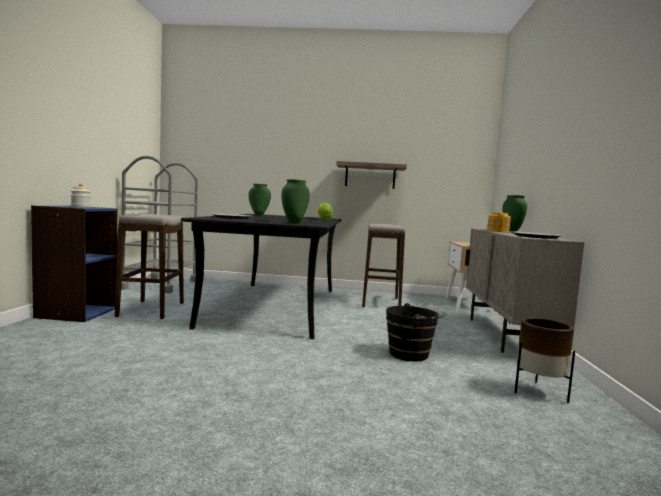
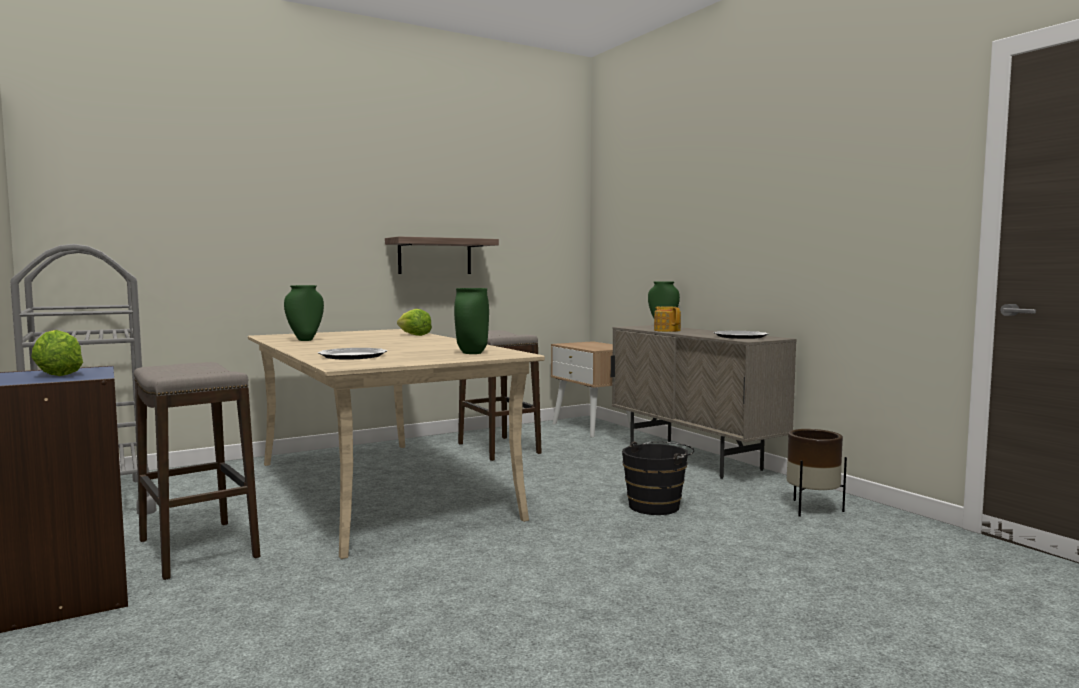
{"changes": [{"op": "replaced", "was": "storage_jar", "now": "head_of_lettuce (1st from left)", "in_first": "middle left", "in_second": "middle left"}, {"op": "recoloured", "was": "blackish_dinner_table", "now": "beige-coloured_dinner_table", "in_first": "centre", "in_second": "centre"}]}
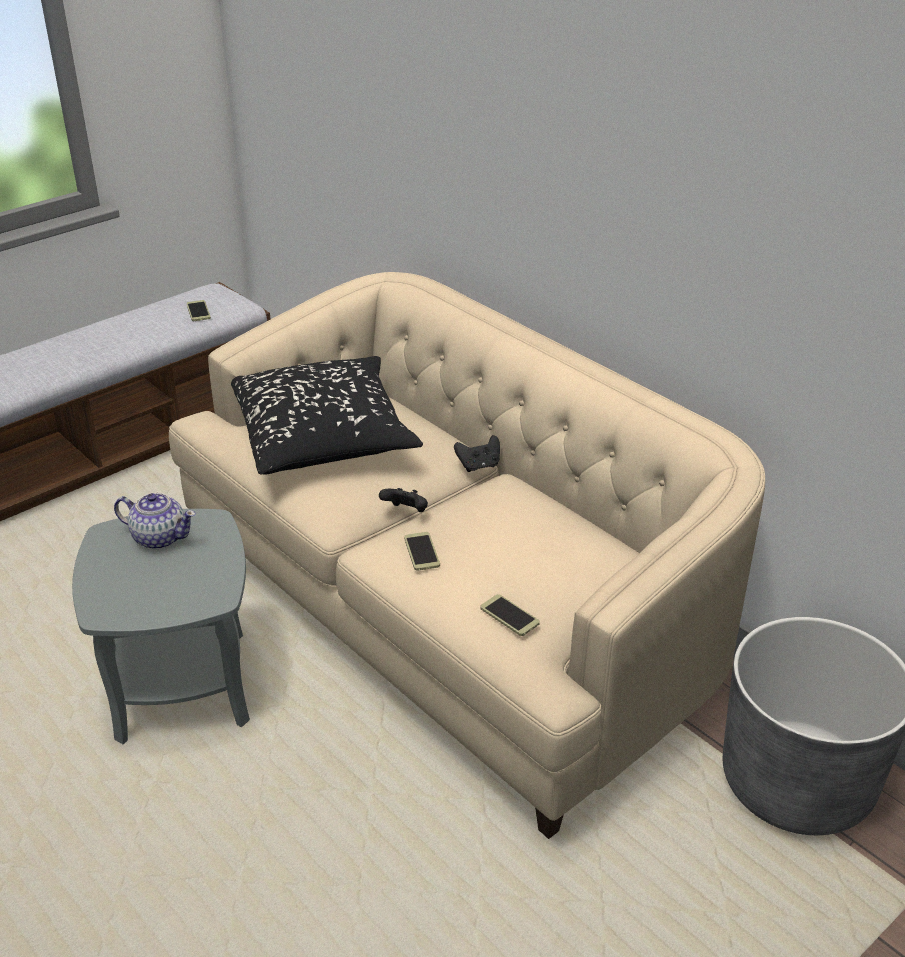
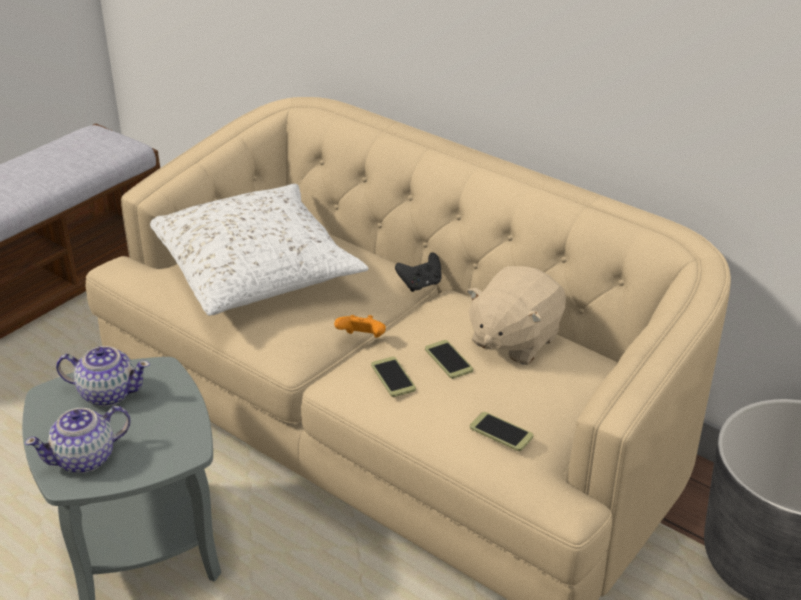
{"changes": [{"op": "added", "now": "teapot (1st from left)", "in_second": "bottom left"}, {"op": "added", "now": "beige-coloured_plush_toy", "in_second": "centre"}, {"op": "moved", "was": "handset (1st from left in the first image)", "now": "handset (2nd from left)", "in_first": "top left", "in_second": "centre"}, {"op": "recoloured", "was": "blackish_cushion", "now": "whitish_cushion", "in_first": "centre", "in_second": "middle left"}, {"op": "recoloured", "was": "blackish_game_controller (1st from left)", "now": "orange_game_controller", "in_first": "centre", "in_second": "centre"}]}
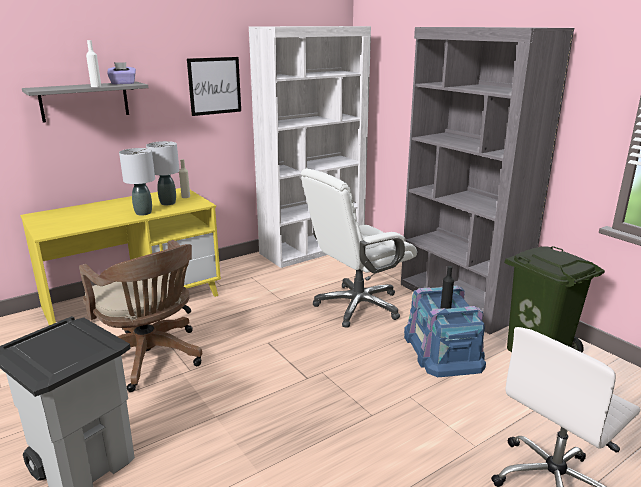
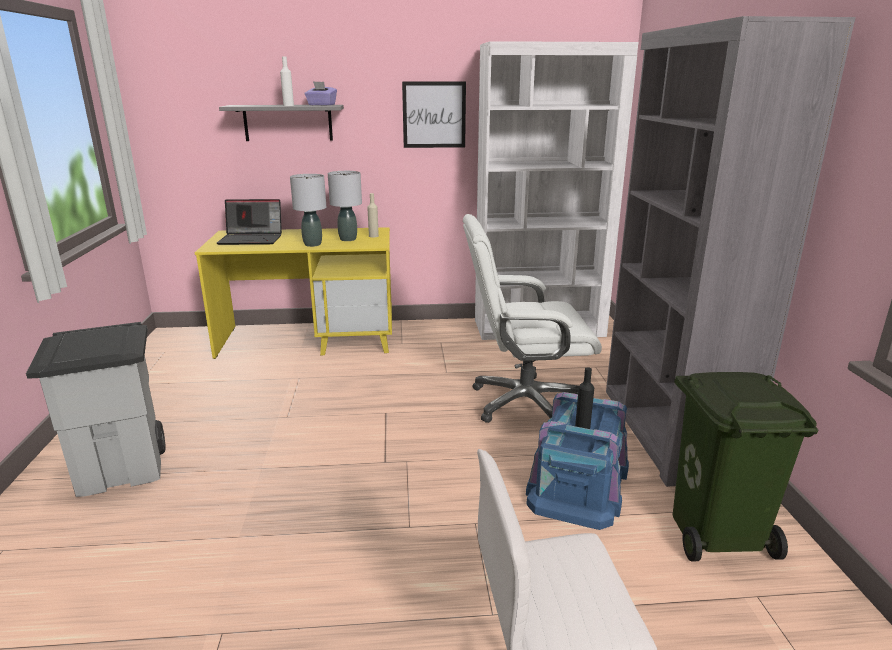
{"changes": [{"op": "removed", "was": "brown_desk_chair", "in_first": "middle left"}, {"op": "added", "now": "laptop", "in_second": "middle left"}]}
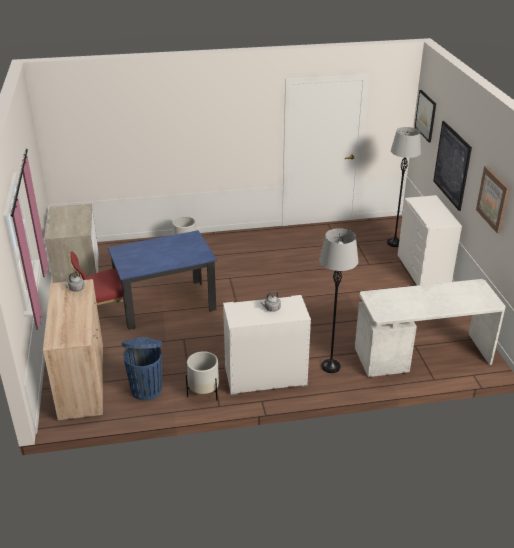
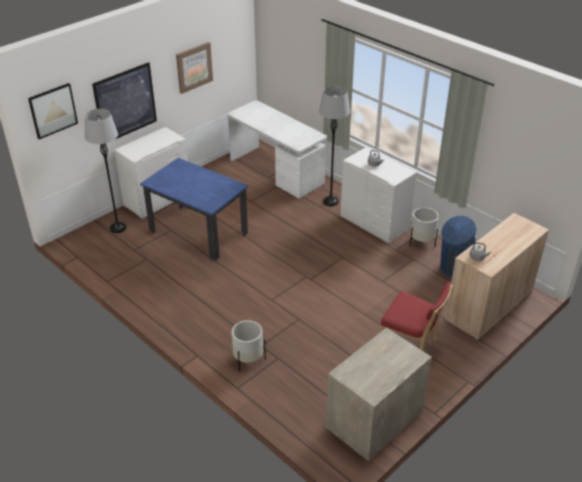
{"changes": [{"op": "moved", "was": "blue_dinner_table", "in_first": "middle left", "in_second": "centre"}]}
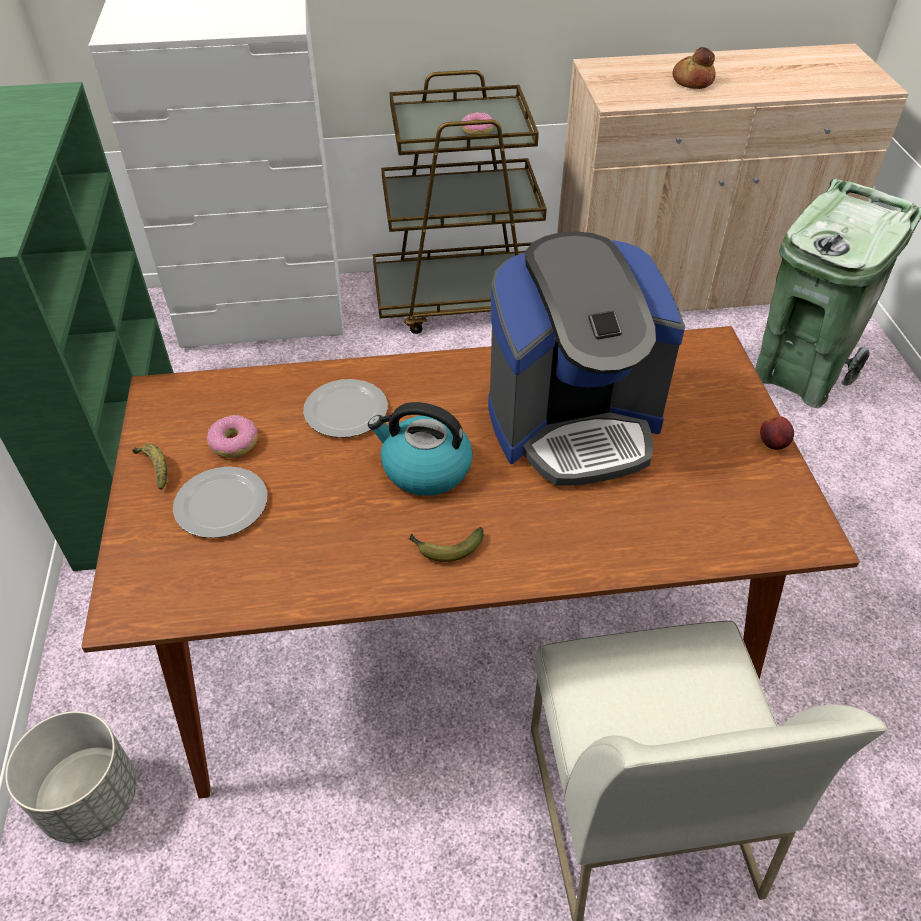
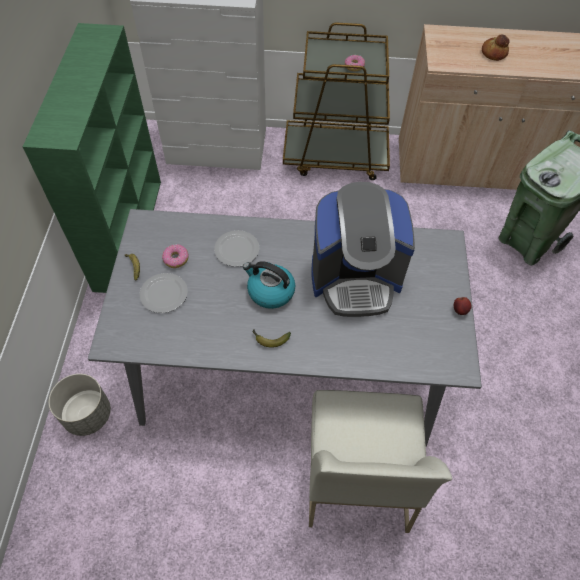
{"changes": [{"op": "recoloured", "was": "brown_dinner_table", "now": "gray_dinner_table", "in_first": "centre", "in_second": "centre"}]}
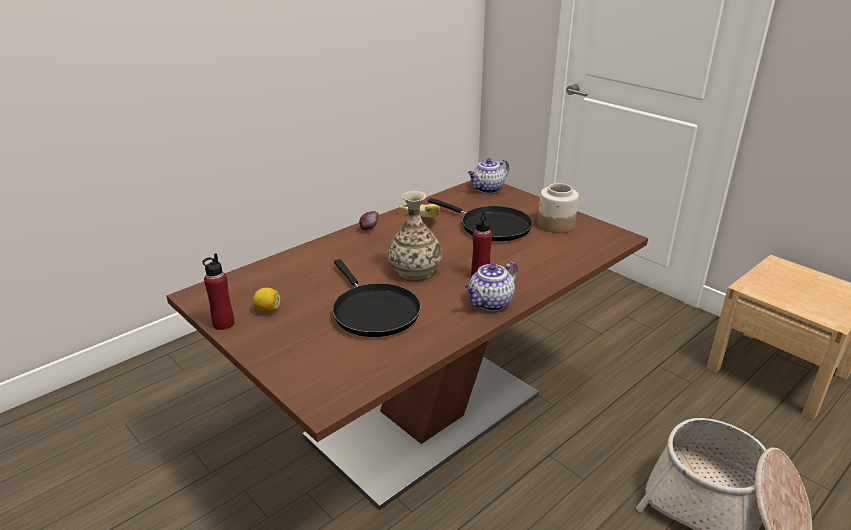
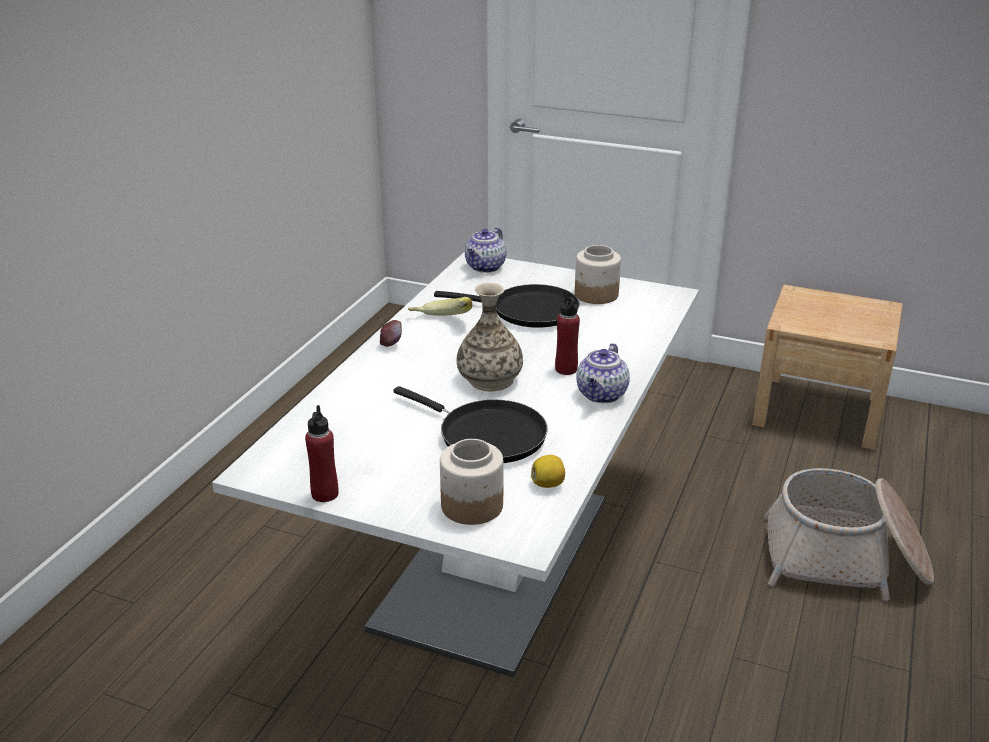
{"changes": [{"op": "added", "now": "storage_jar (1st from left)", "in_second": "centre"}, {"op": "moved", "was": "citrus_fruit", "in_first": "middle left", "in_second": "centre"}, {"op": "recoloured", "was": "brown_dinner_table", "now": "whitish_dinner_table", "in_first": "centre", "in_second": "centre"}]}
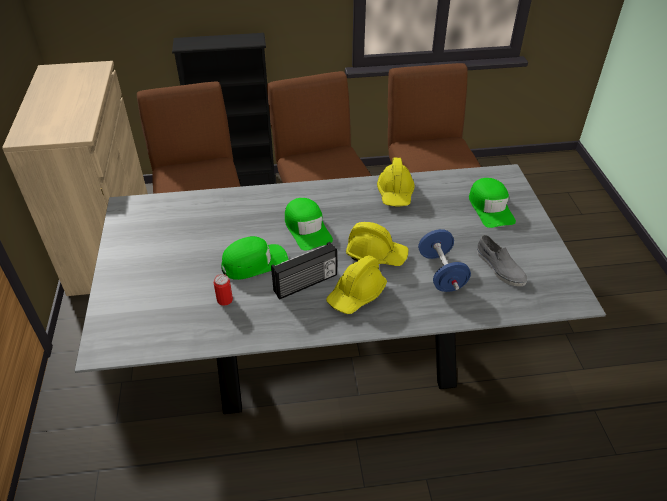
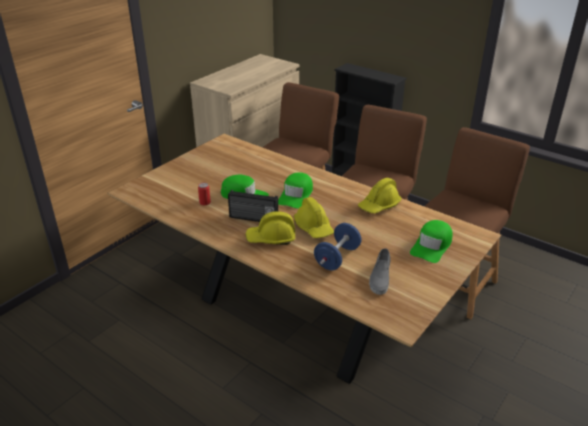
{"changes": [{"op": "recoloured", "was": "gray_dinner_table", "now": "brown_dinner_table", "in_first": "centre", "in_second": "centre"}]}
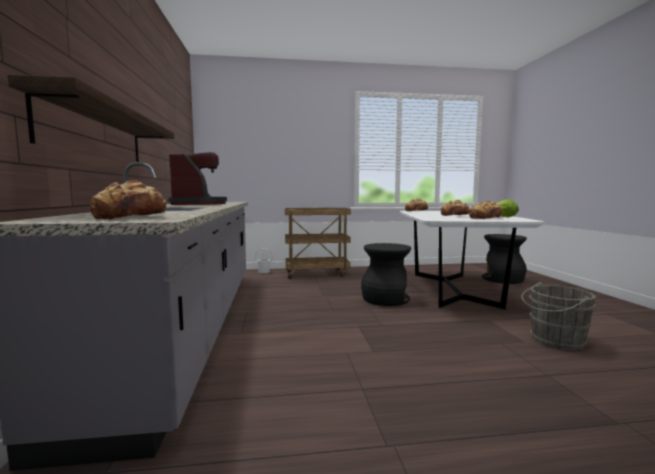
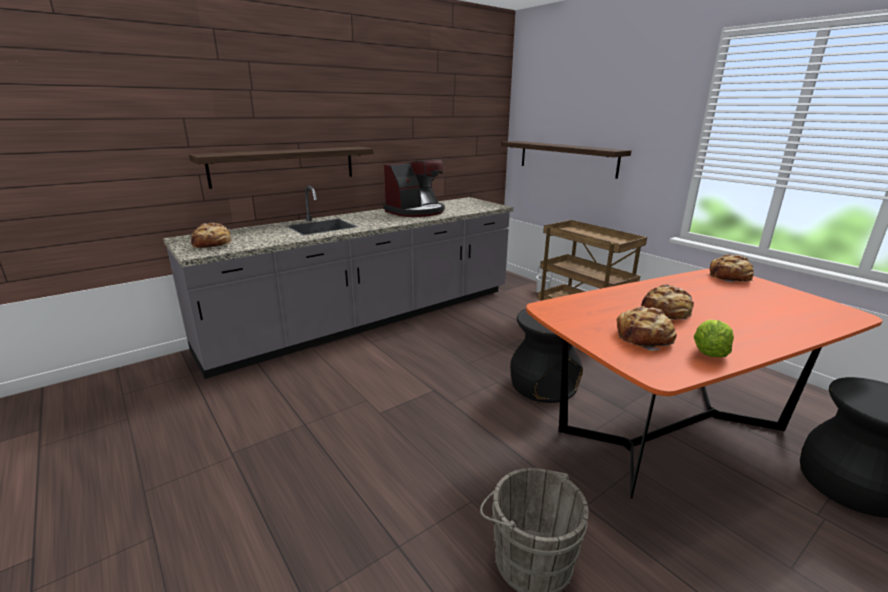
{"changes": [{"op": "added", "now": "wall_shelf (2nd from left)", "in_second": "top centre"}, {"op": "recoloured", "was": "whitish_dinner_table", "now": "orange_dinner_table", "in_first": "middle right", "in_second": "middle right"}]}
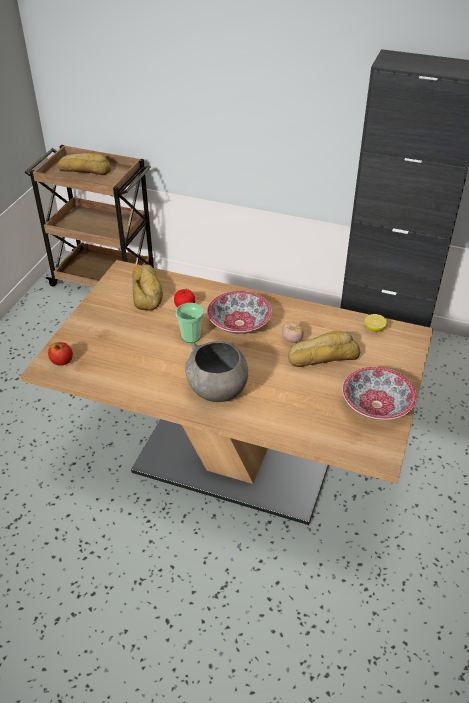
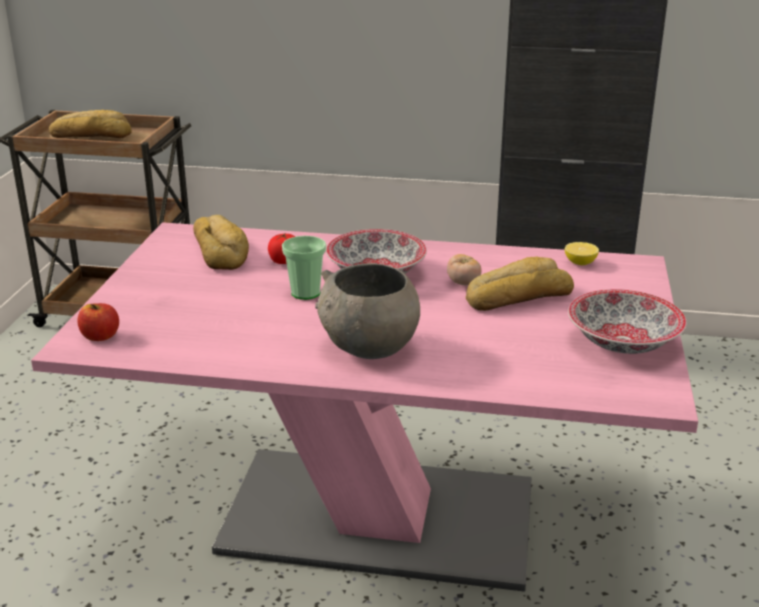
{"changes": [{"op": "recoloured", "was": "brown_dinner_table", "now": "pinkish_dinner_table", "in_first": "centre", "in_second": "bottom centre"}]}
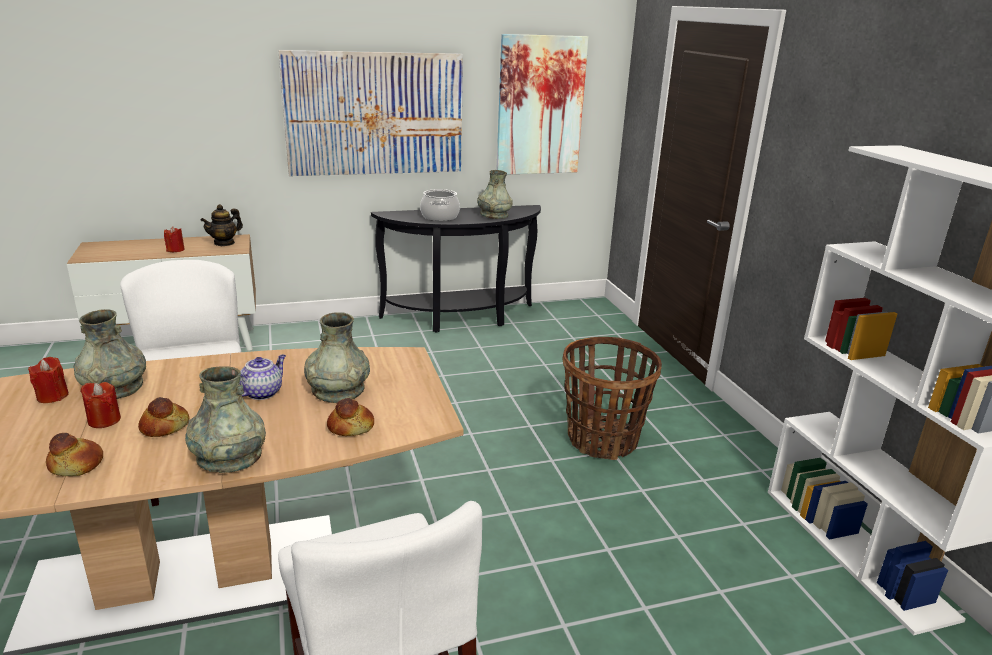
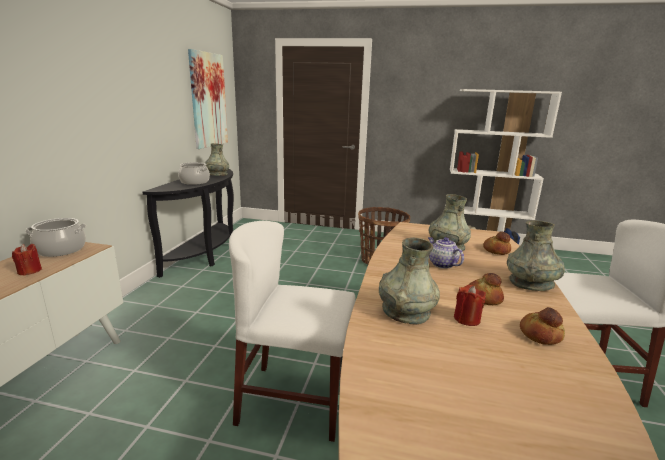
{"changes": [{"op": "removed", "was": "reddish_wax_candle (1st from left)", "in_first": "middle left"}, {"op": "removed", "was": "wall_art (1st from left)", "in_first": "top centre"}, {"op": "replaced", "was": "teapot (1st from left)", "now": "saucepot (1st from left)", "in_first": "middle left", "in_second": "middle left"}]}
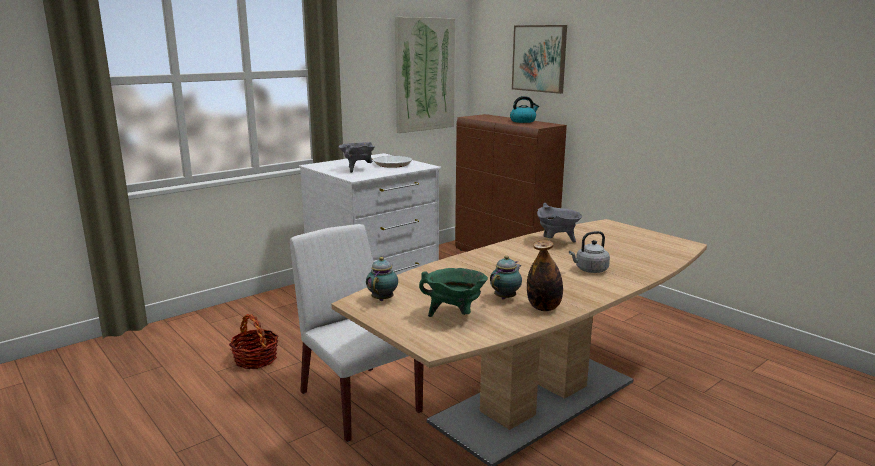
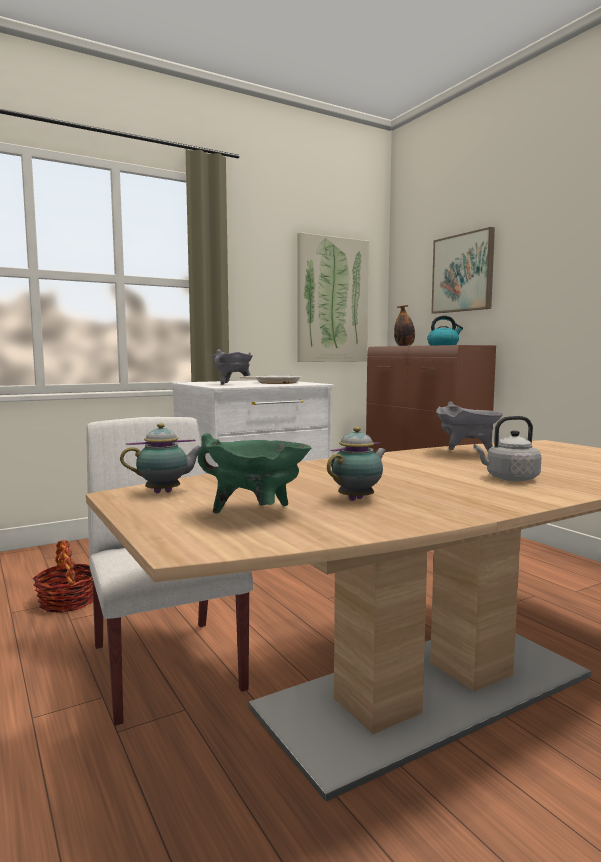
{"changes": [{"op": "moved", "was": "bottle", "in_first": "centre", "in_second": "middle right"}, {"op": "turned", "was": "teapot (1st from left)", "in_first": "centre", "in_second": "middle left", "clockwise": 45}]}
